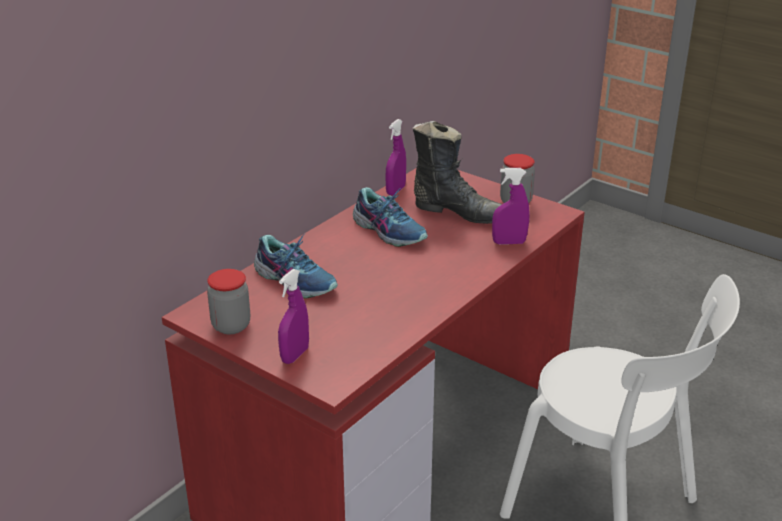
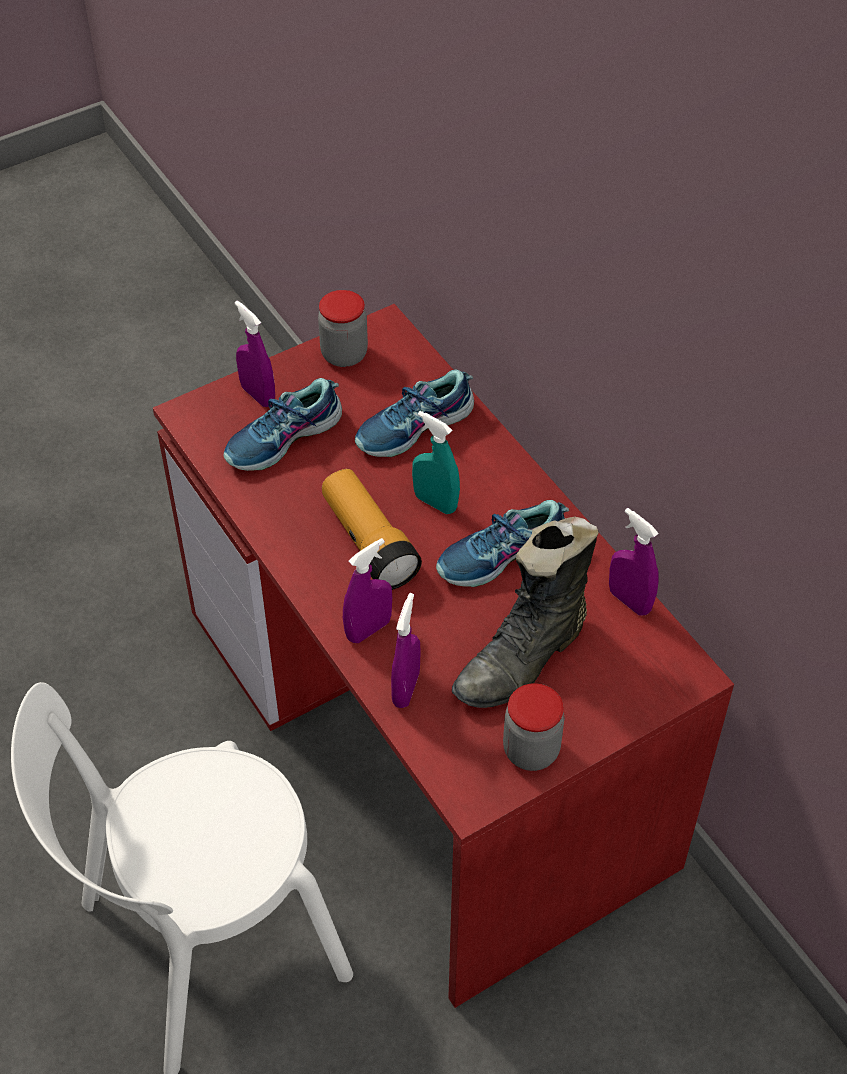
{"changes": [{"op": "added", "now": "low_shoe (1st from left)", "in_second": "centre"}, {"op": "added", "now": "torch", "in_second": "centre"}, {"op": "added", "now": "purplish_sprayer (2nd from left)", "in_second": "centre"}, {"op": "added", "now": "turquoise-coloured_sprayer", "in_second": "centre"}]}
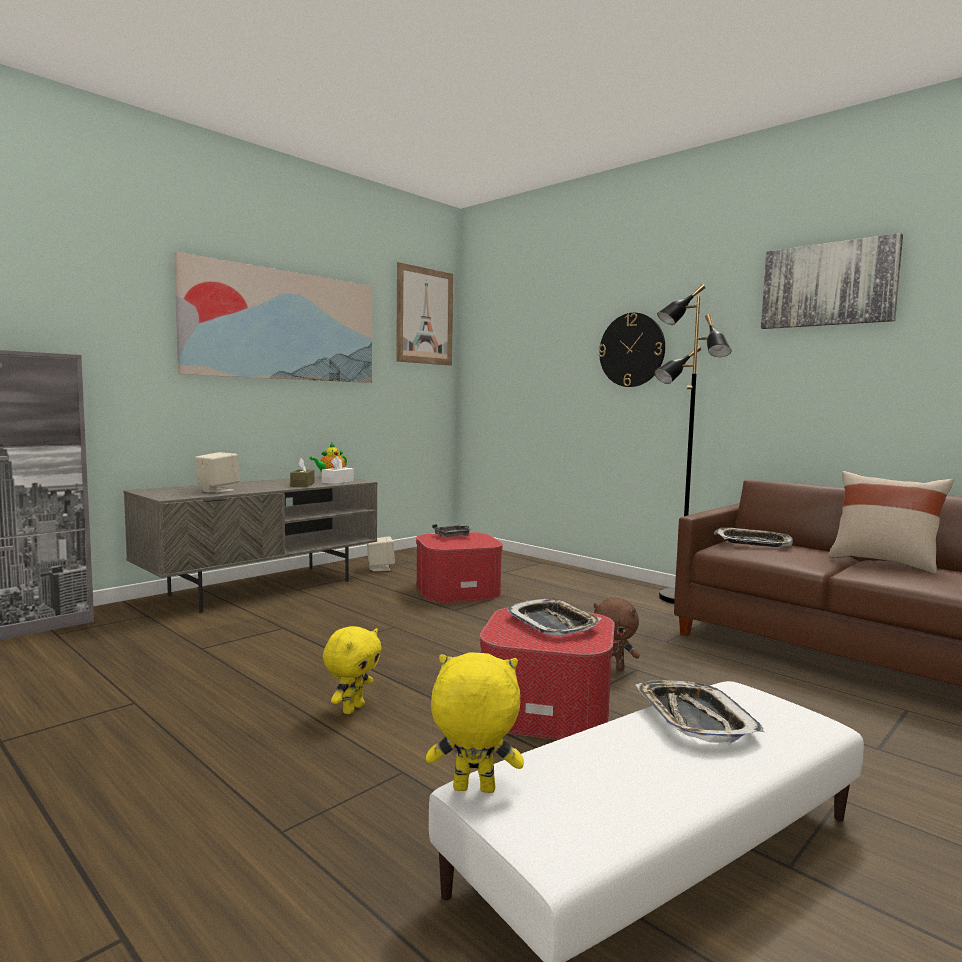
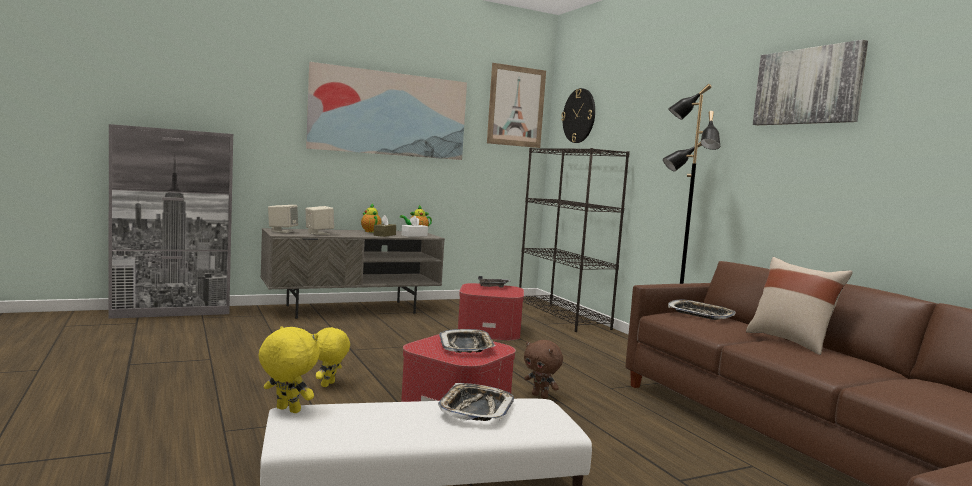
{"changes": [{"op": "added", "now": "teapot (1st from left)", "in_second": "centre"}, {"op": "added", "now": "blackish_bookcase", "in_second": "centre"}, {"op": "moved", "was": "beige-coloured_speaker (2nd from left in the first image)", "now": "beige-coloured_speaker (1st from left)", "in_first": "centre", "in_second": "middle left"}, {"op": "moved", "was": "hanging_clock", "in_first": "centre", "in_second": "top centre"}, {"op": "turned", "was": "yellowish_plush_toy (1st from left in the first image)", "in_first": "bottom centre", "in_second": "bottom centre", "clockwise": 150}]}
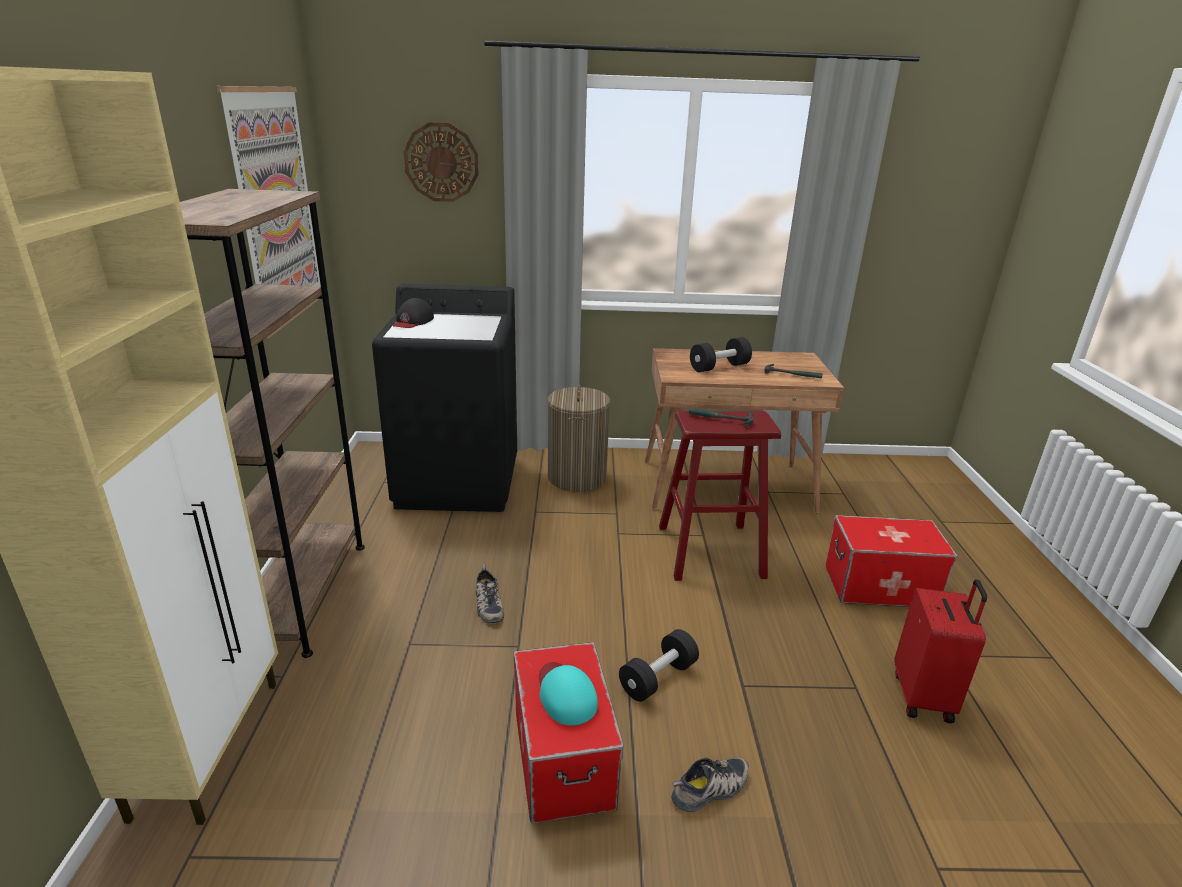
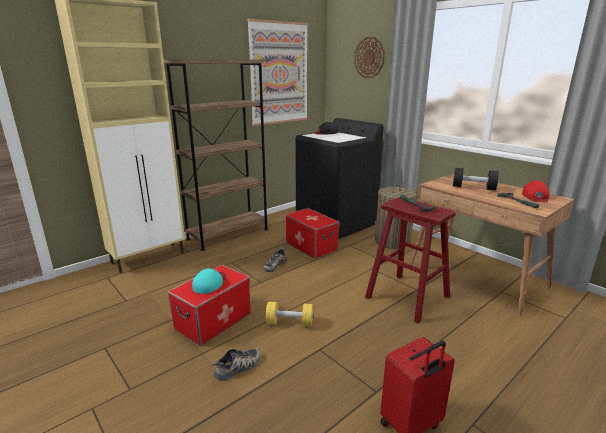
{"changes": [{"op": "added", "now": "reddish_peaked_cap", "in_second": "middle right"}, {"op": "moved", "was": "storage_bin (2nd from left)", "in_first": "middle right", "in_second": "centre"}, {"op": "recoloured", "was": "blackish_free_weight (1st from left)", "now": "yellowish_free_weight", "in_first": "bottom centre", "in_second": "bottom centre"}, {"op": "turned", "was": "low_shoe (2nd from left in the first image)", "in_first": "bottom centre", "in_second": "bottom centre", "clockwise": -60}]}
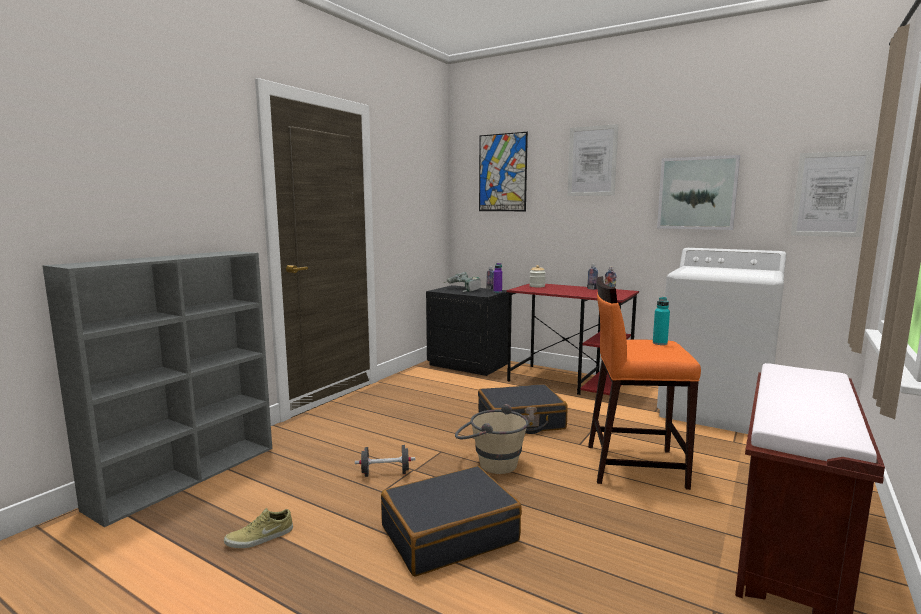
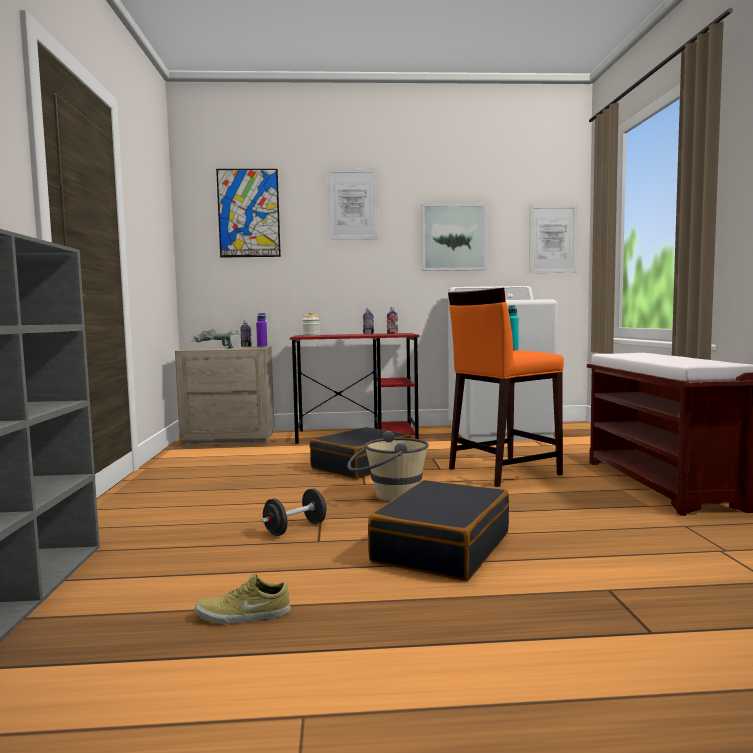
{"changes": [{"op": "recoloured", "was": "blackish_night_table", "now": "beige-coloured_night_table", "in_first": "centre", "in_second": "middle left"}, {"op": "turned", "was": "beige-coloured_low_shoe", "in_first": "bottom left", "in_second": "bottom left", "clockwise": 60}]}
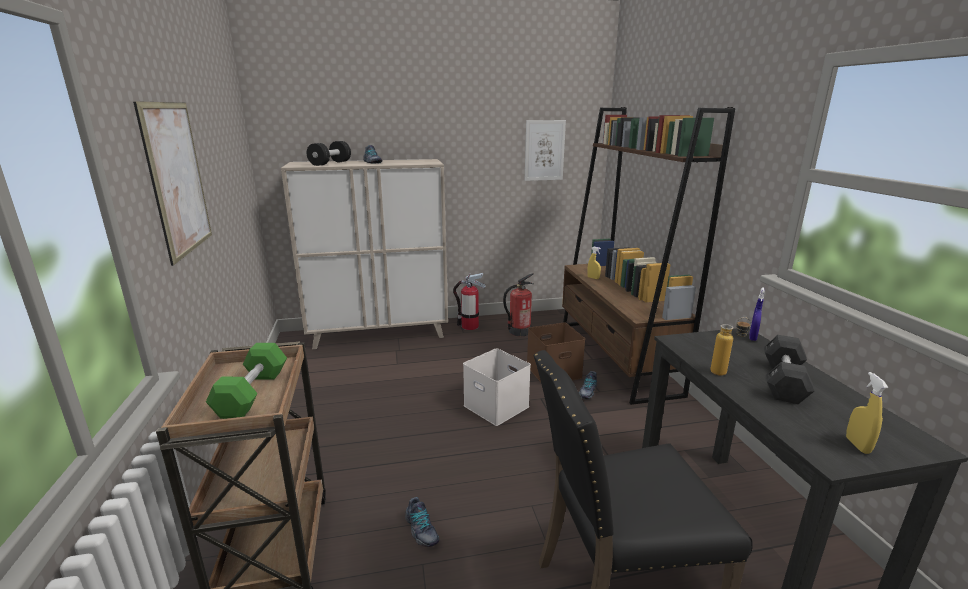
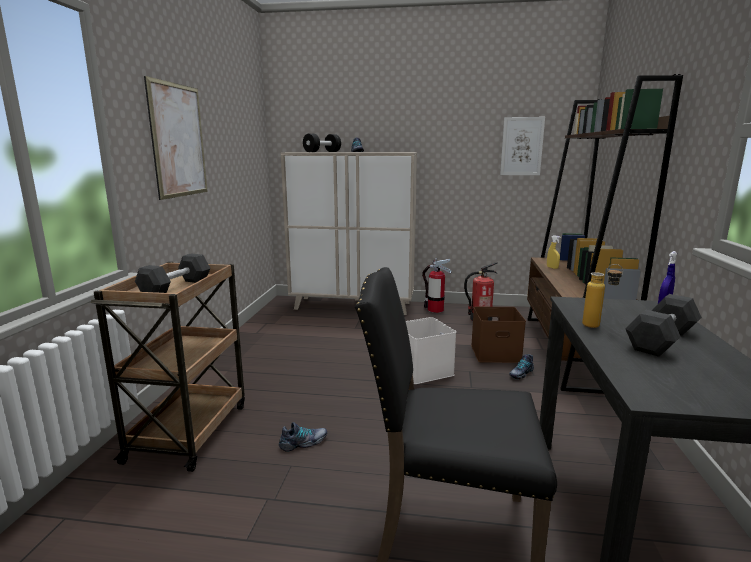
{"changes": [{"op": "removed", "was": "yellowish_sprayer (2nd from left)", "in_first": "bottom right"}, {"op": "recoloured", "was": "green-coloured_free_weight", "now": "blackish_free_weight (1st from left)", "in_first": "middle left", "in_second": "middle left"}, {"op": "turned", "was": "low_shoe (2nd from left in the first image)", "in_first": "bottom centre", "in_second": "bottom centre", "clockwise": -105}]}
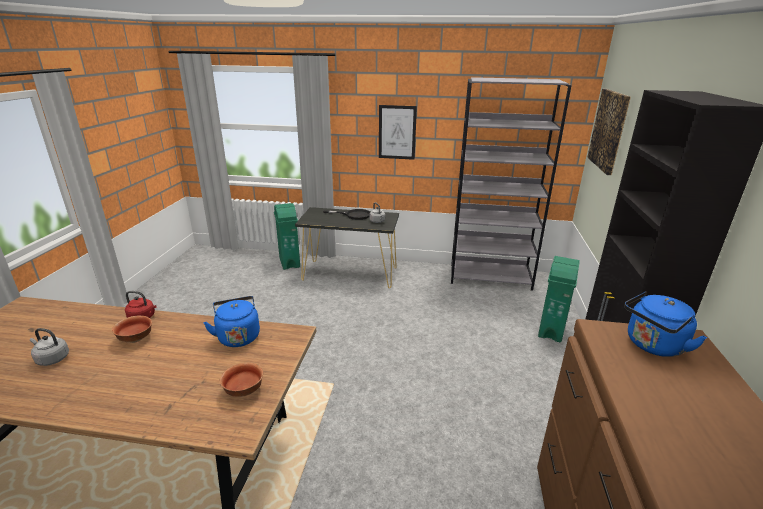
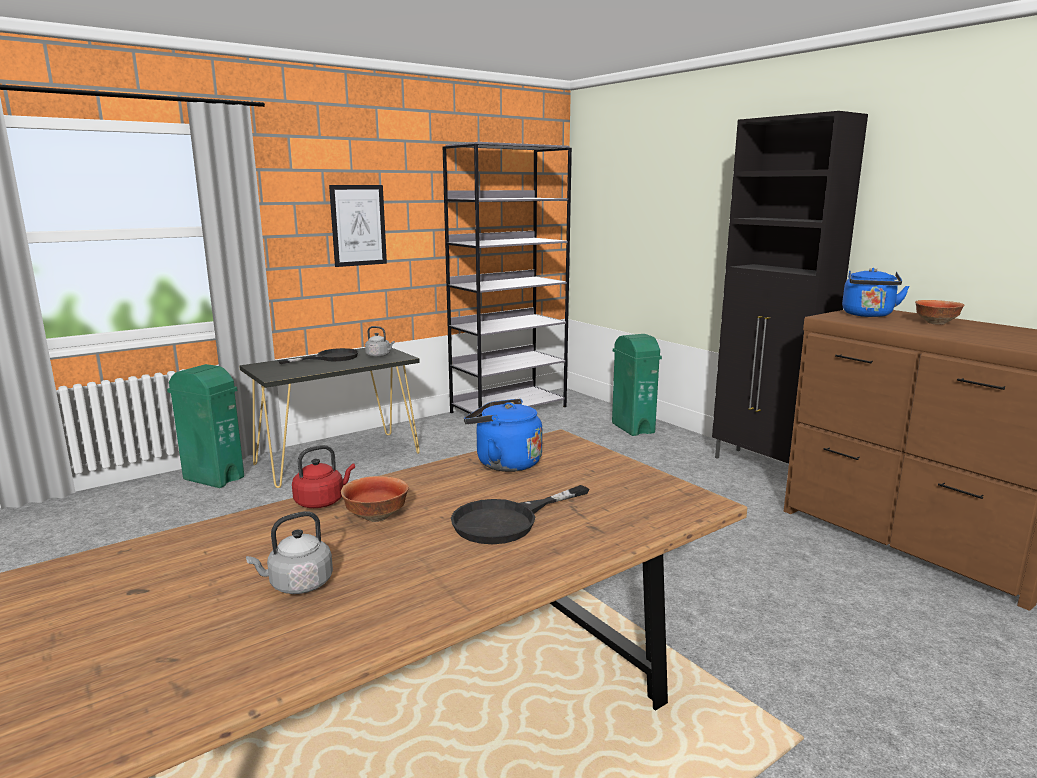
{"changes": [{"op": "removed", "was": "wall_art (2nd from left)", "in_first": "top right"}, {"op": "added", "now": "blackish_skillet (2nd from left)", "in_second": "centre"}, {"op": "moved", "was": "serving_bowl (2nd from left)", "in_first": "bottom left", "in_second": "middle right"}]}
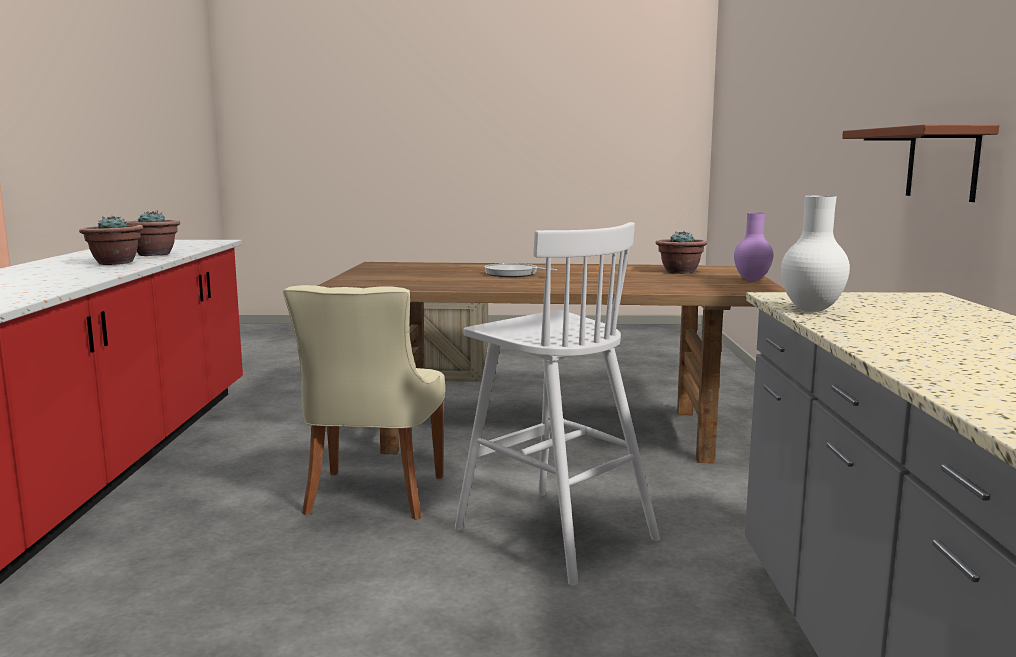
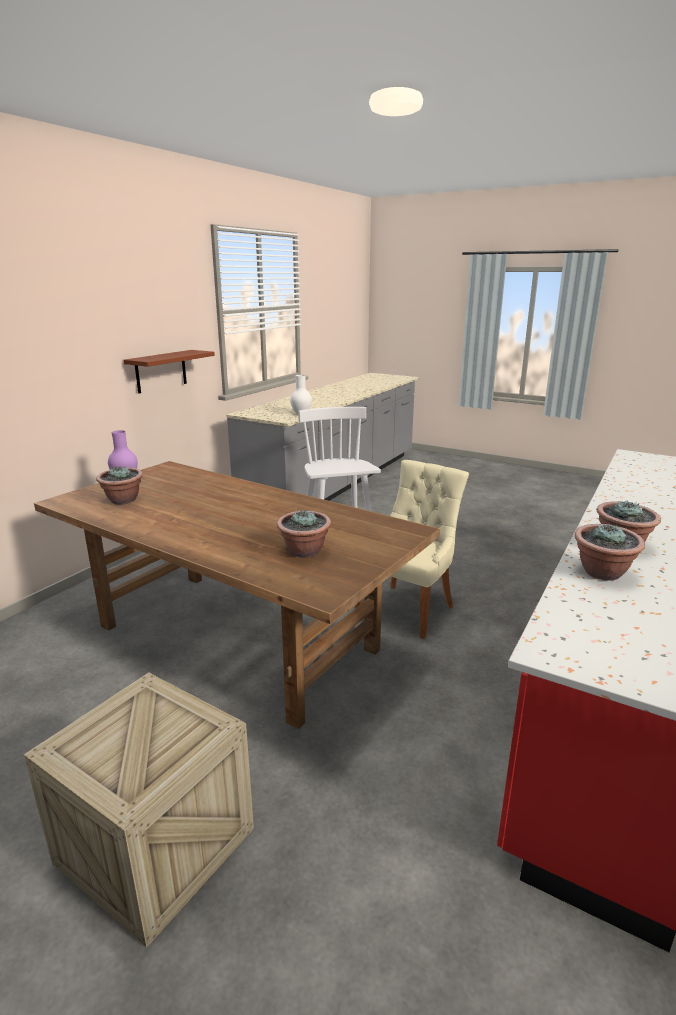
{"changes": [{"op": "removed", "was": "skillet", "in_first": "centre"}, {"op": "added", "now": "plant_in_a_pot (2nd from left)", "in_second": "centre"}]}
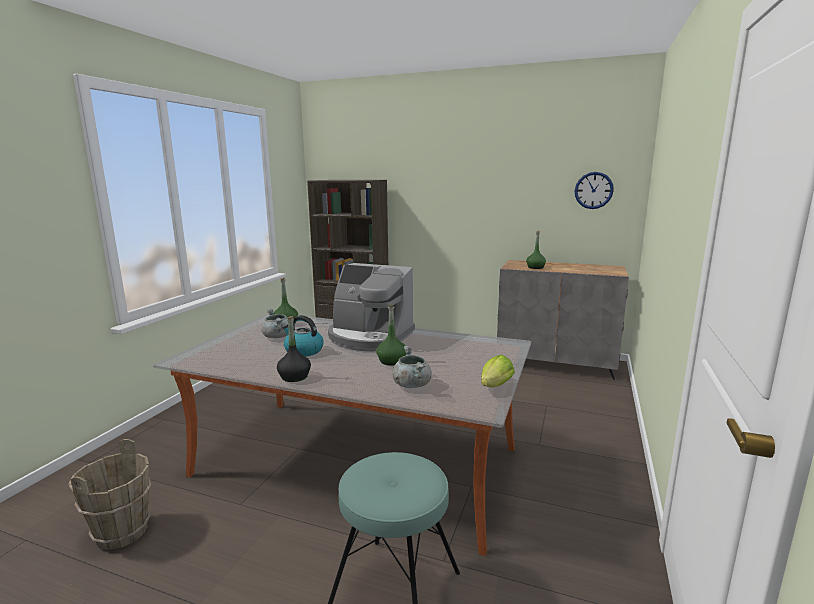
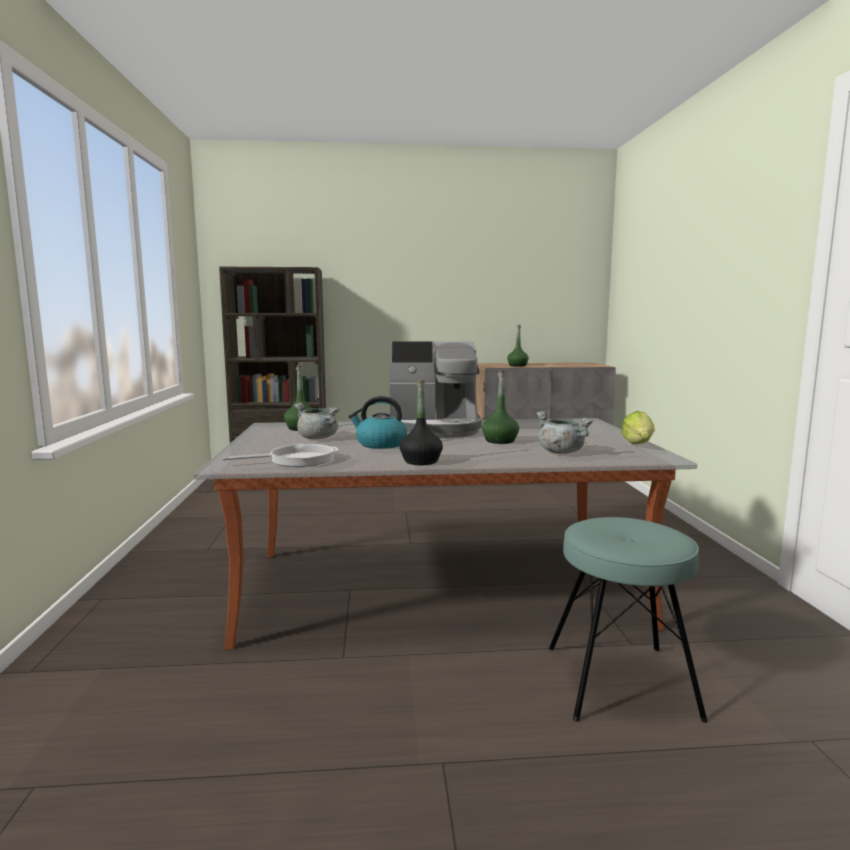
{"changes": [{"op": "removed", "was": "brown_pail", "in_first": "bottom left"}, {"op": "removed", "was": "hanging_clock", "in_first": "top right"}, {"op": "added", "now": "skillet", "in_second": "middle left"}]}
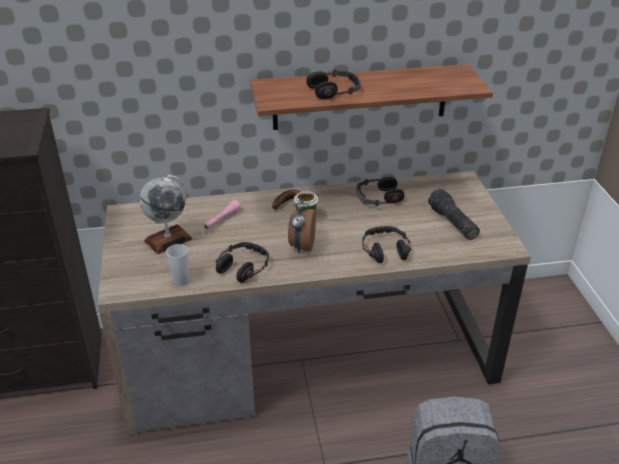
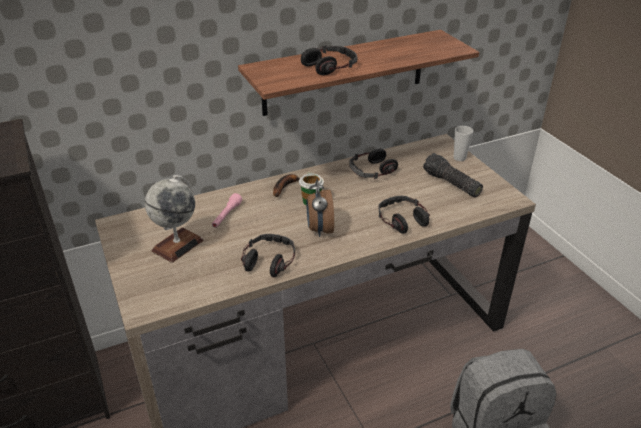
{"changes": [{"op": "moved", "was": "cup (1st from left in the first image)", "now": "cup (2nd from left)", "in_first": "middle left", "in_second": "middle right"}]}
